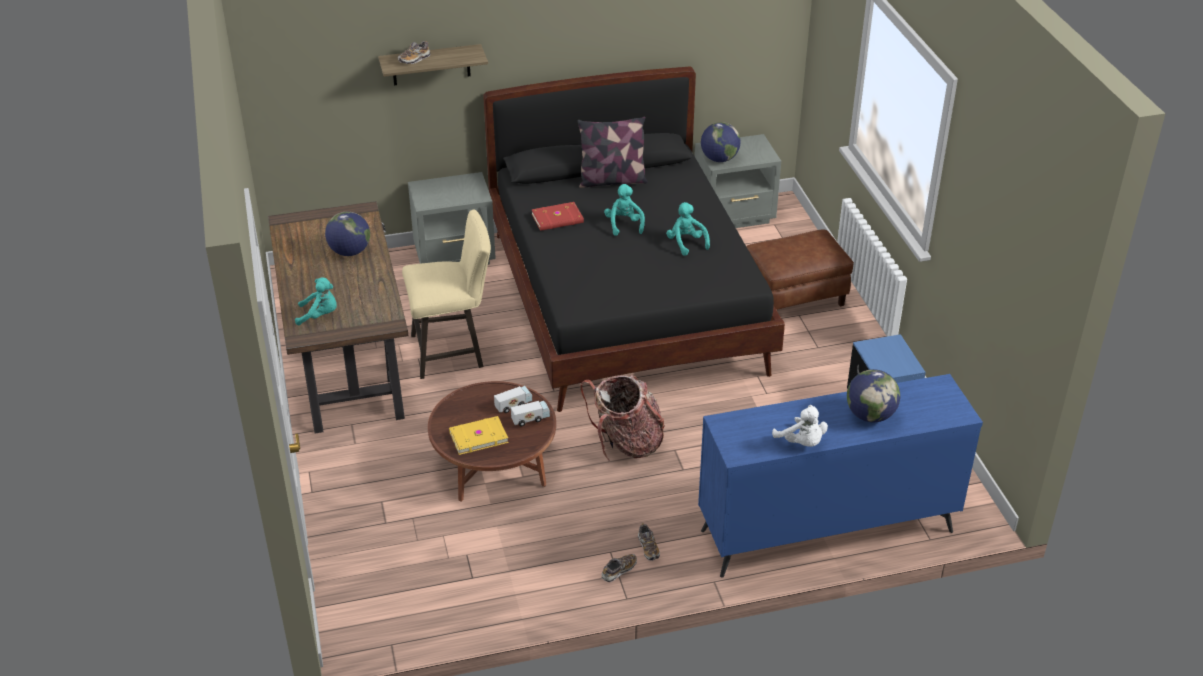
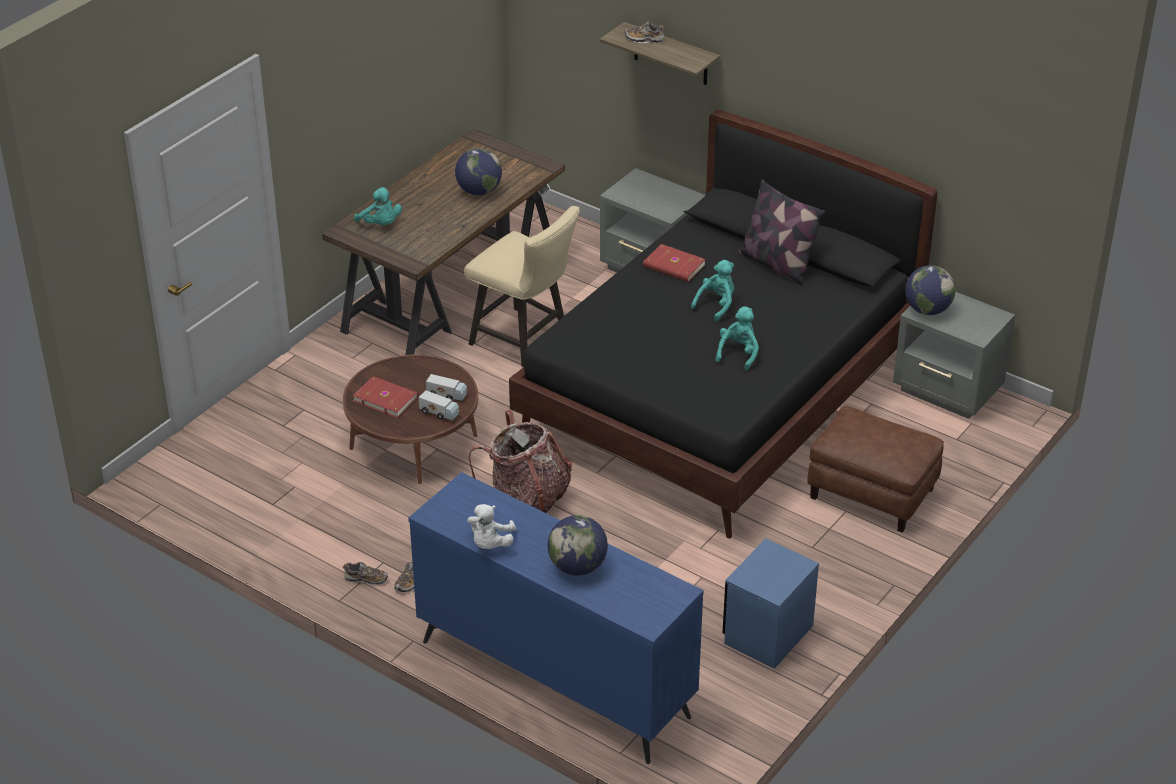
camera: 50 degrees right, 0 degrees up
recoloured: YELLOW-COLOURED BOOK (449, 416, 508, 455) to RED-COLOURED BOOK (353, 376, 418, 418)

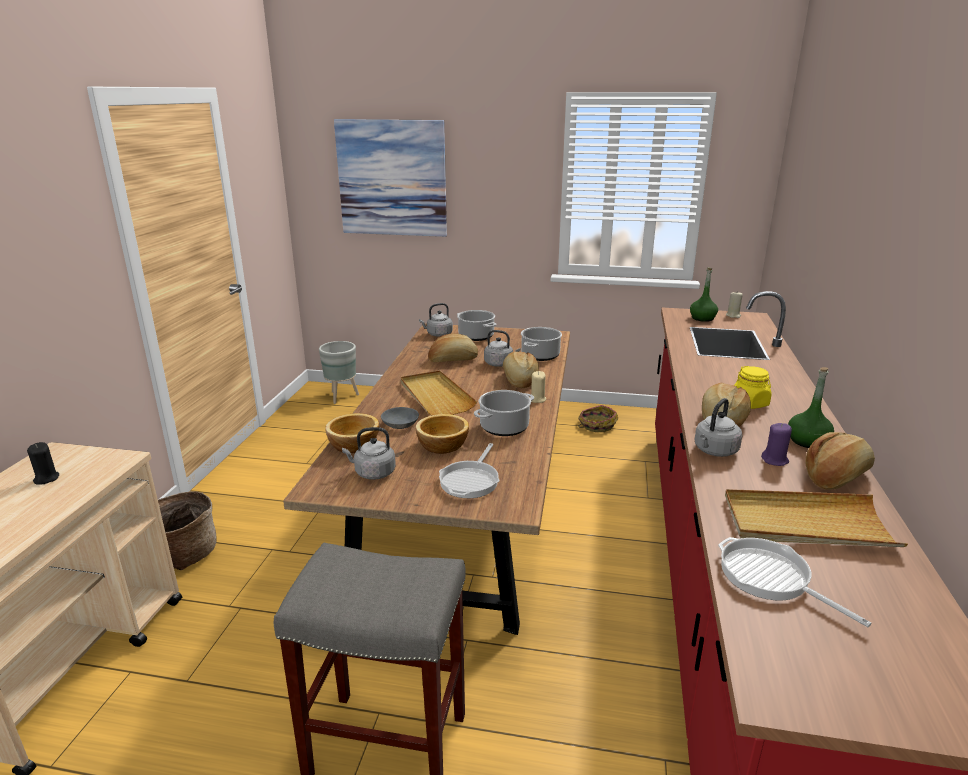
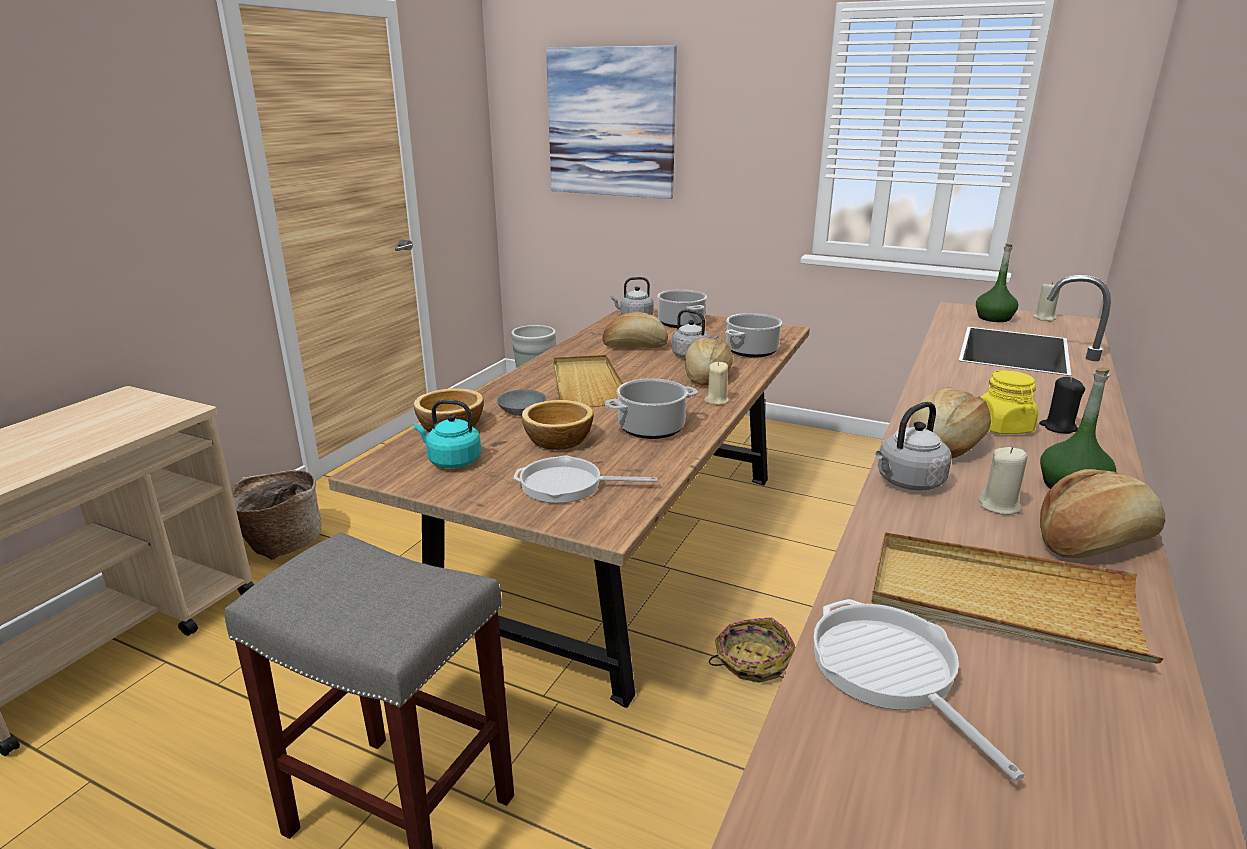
camera: 15 degrees right, 0 degrees up
moved: HOUSEHOLD BASKET (578, 405, 618, 432) to (709, 617, 796, 683); BLACKISH WAX CANDLE (27, 442, 59, 485) to (1039, 377, 1085, 434)
recoloured: PURPLE WAX CANDLE (761, 423, 792, 466) to BEIGE WAX CANDLE (979, 447, 1027, 515); GRAY WATER KETTLE (342, 427, 396, 480) to TURQUOISE-COLOURED WATER KETTLE (414, 400, 481, 468)
turned: FRYING PAN (439, 443, 499, 498) = (513, 455, 658, 503) 60 degrees clockwise

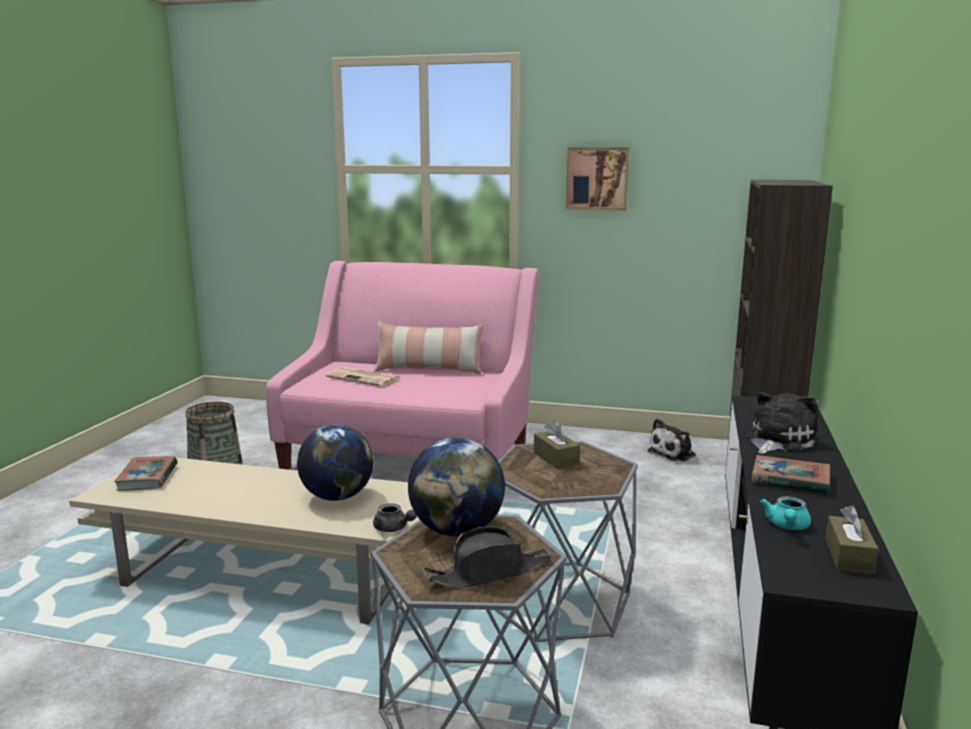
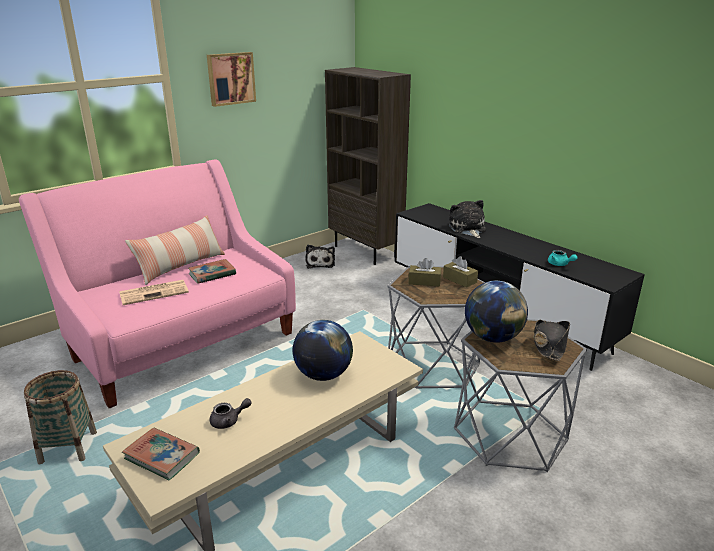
camera: 55 degrees left, 10 degrees up
moved: BOOK (751, 455, 830, 494) to (188, 259, 236, 284); GRAY TEA POT (373, 503, 417, 532) to (210, 398, 252, 429); BROWN-COLOURED TISSUE BOX (825, 506, 879, 575) to (443, 256, 478, 288)

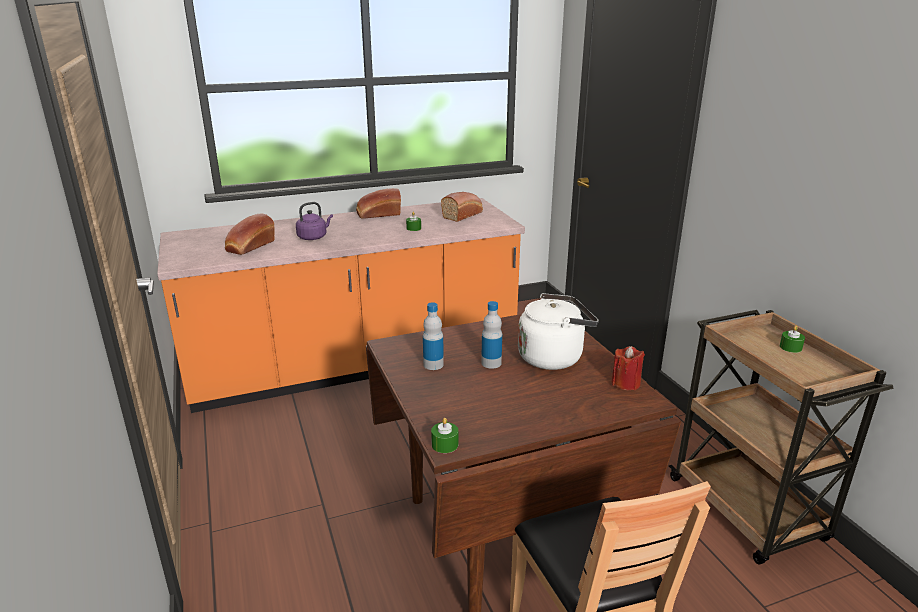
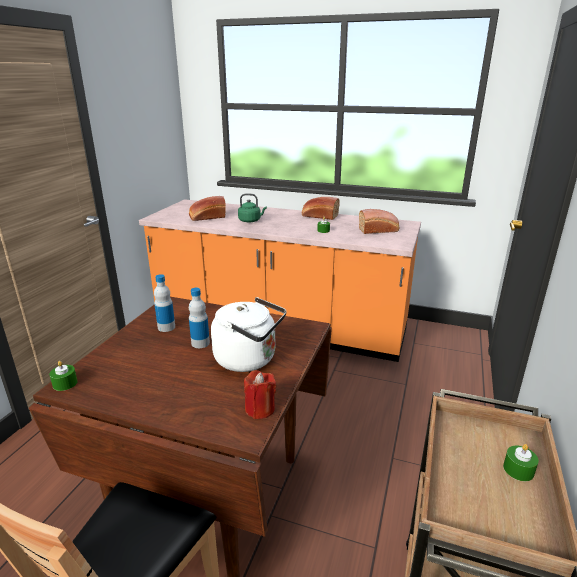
camera: 40 degrees right, 0 degrees up
recoloured: PURPLE WATER KETTLE (296, 202, 333, 240) to GREEN WATER KETTLE (238, 193, 267, 223)

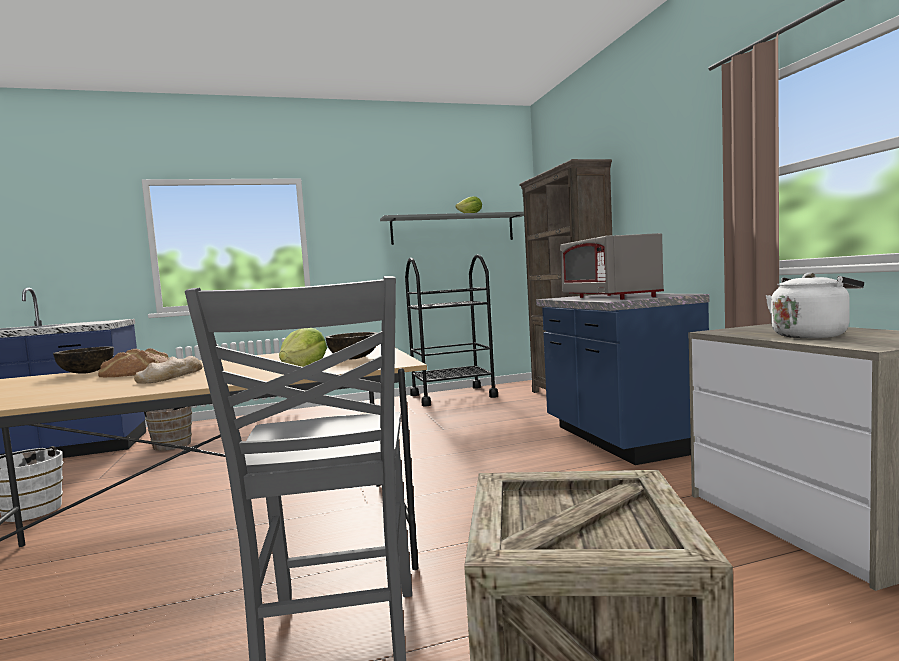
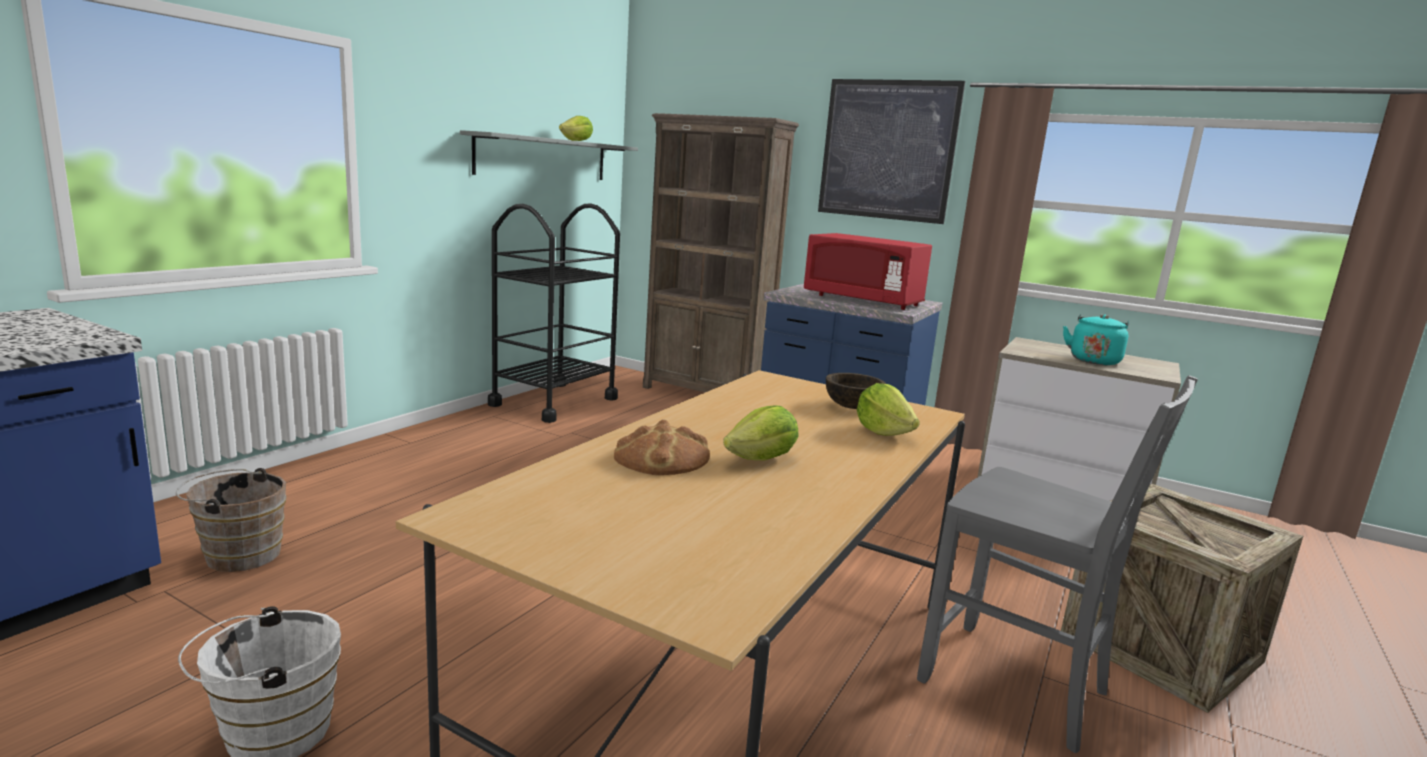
camera: 45 degrees left, 10 degrees up
removed: BROWN-COLOURED SERVING BOWL (53, 346, 114, 374)
added: PICTURE (818, 79, 965, 224)
replaced: BAKED BREAD (134, 356, 203, 384) to HEAD OF LETTUCE (723, 405, 798, 460)
recoloured: GRAY MICROWAVE (560, 233, 664, 300) to RED-COLOURED MICROWAVE (804, 233, 932, 310); WHITE WATER KETTLE (766, 273, 864, 338) to TURQUOISE-COLOURED WATER KETTLE (1063, 314, 1129, 365)

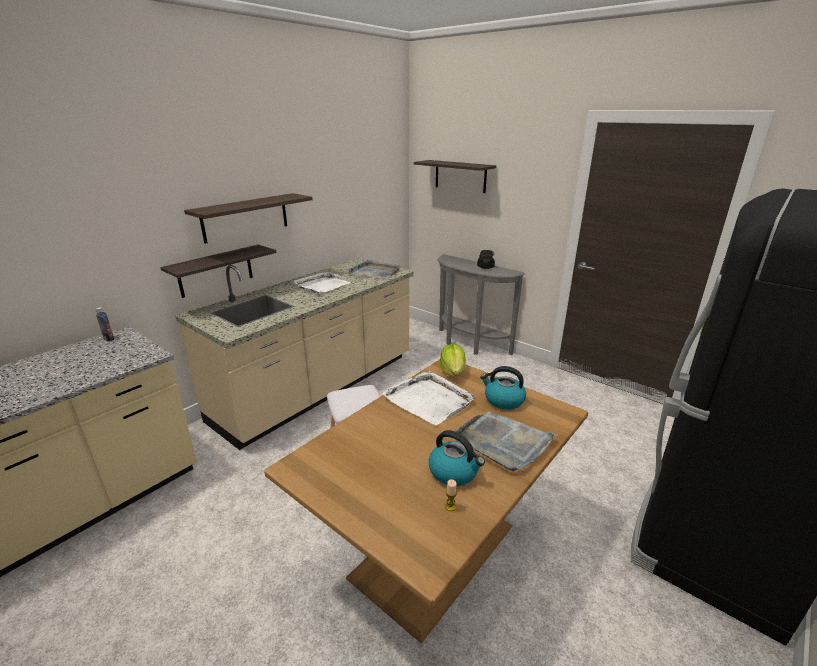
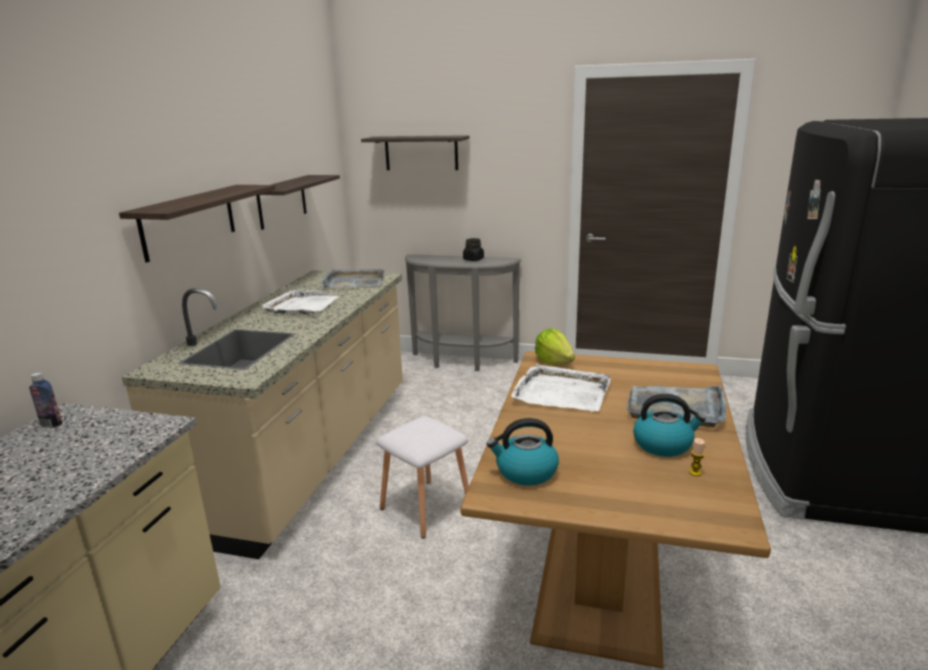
camera: 25 degrees left, 5 degrees down
moved: SHELF (160, 245, 277, 298) to (256, 175, 340, 230); WATER KETTLE (480, 366, 526, 410) to (487, 418, 559, 485)

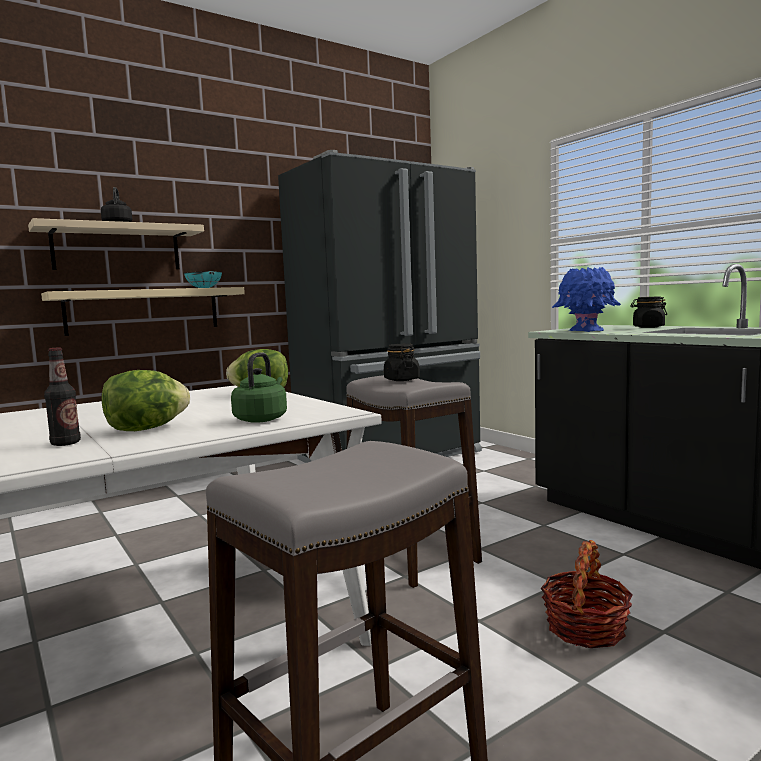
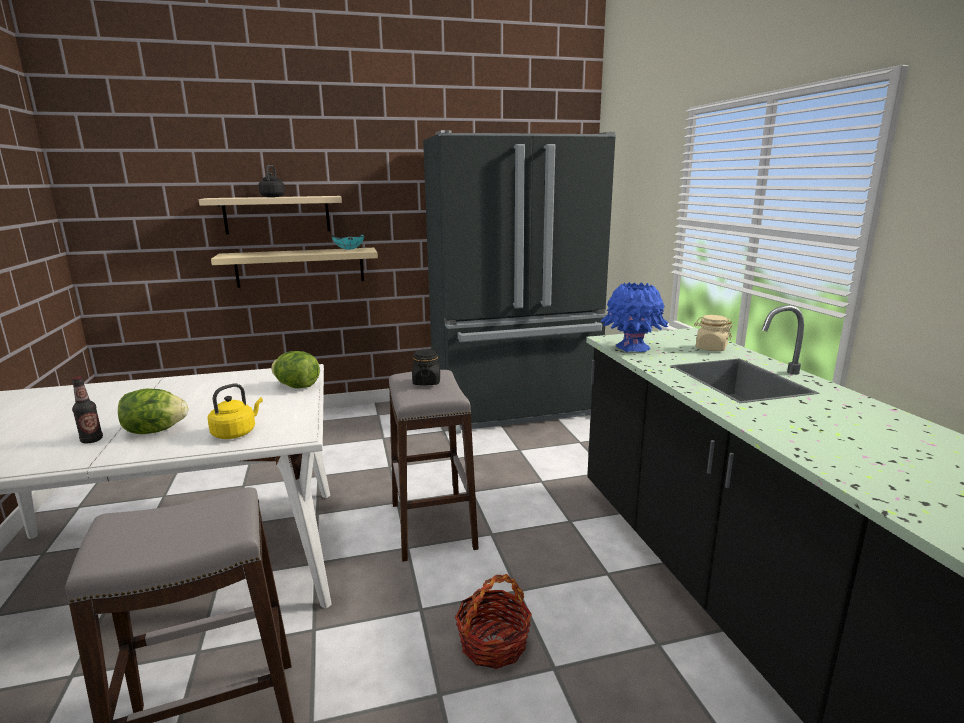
camera: 20 degrees right, 10 degrees up
recoloured: BLACKISH STORAGE JAR (630, 296, 667, 328) to BEIGE STORAGE JAR (694, 315, 732, 351); GREEN WATER KETTLE (231, 352, 287, 423) to YELLOW-COLOURED WATER KETTLE (207, 383, 263, 439)

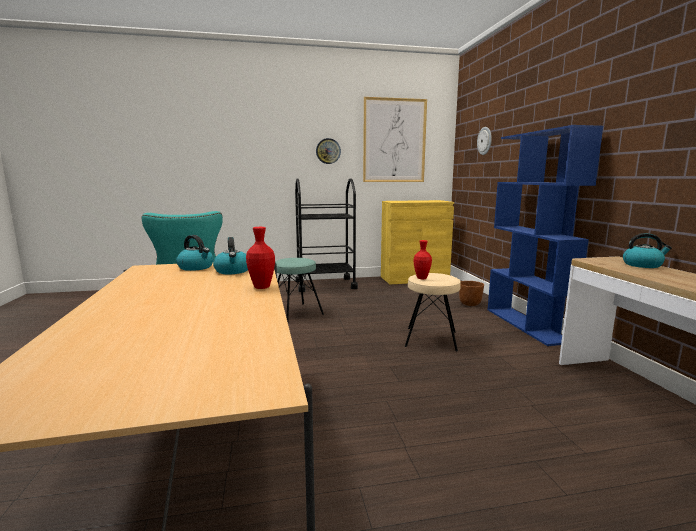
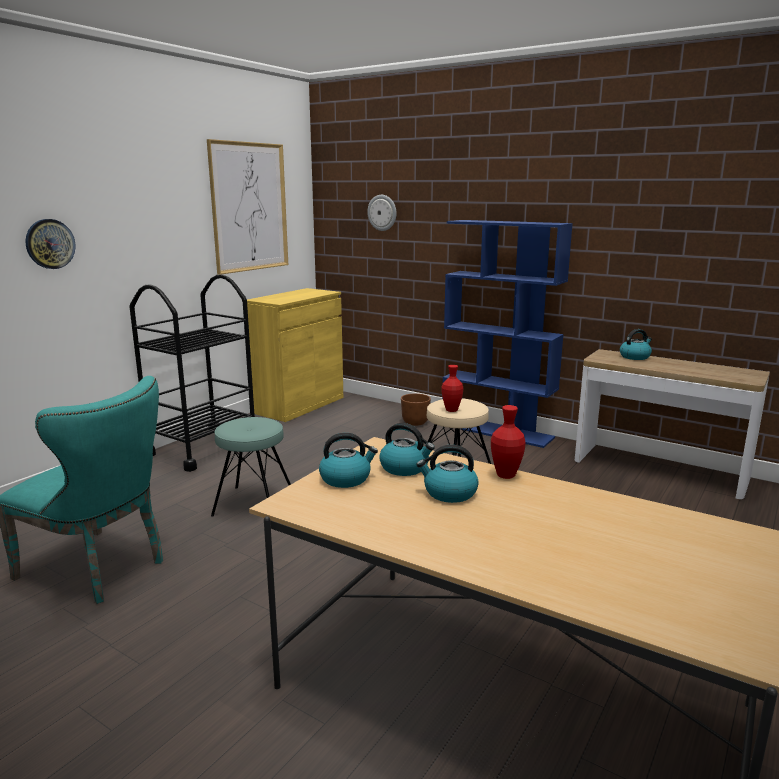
camera: 45 degrees left, 5 degrees up
added: WATER KETTLE (416, 445, 479, 503)
moved: HANGING CLOCK (316, 138, 341, 164) to (25, 219, 76, 269)

